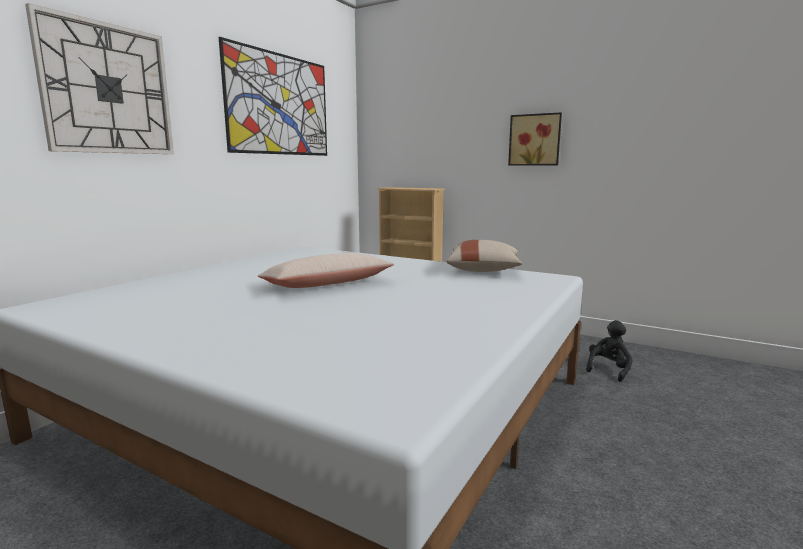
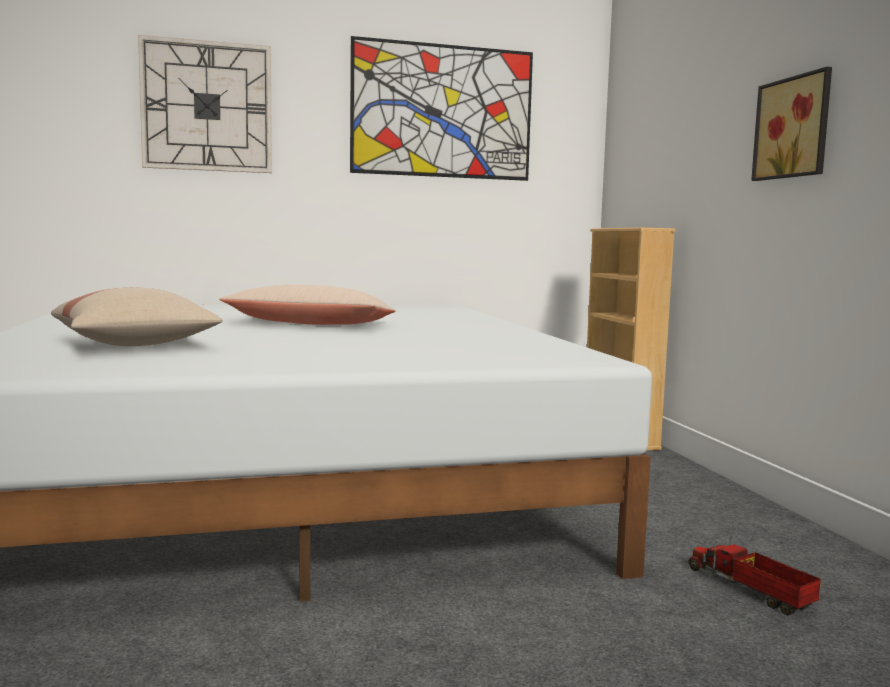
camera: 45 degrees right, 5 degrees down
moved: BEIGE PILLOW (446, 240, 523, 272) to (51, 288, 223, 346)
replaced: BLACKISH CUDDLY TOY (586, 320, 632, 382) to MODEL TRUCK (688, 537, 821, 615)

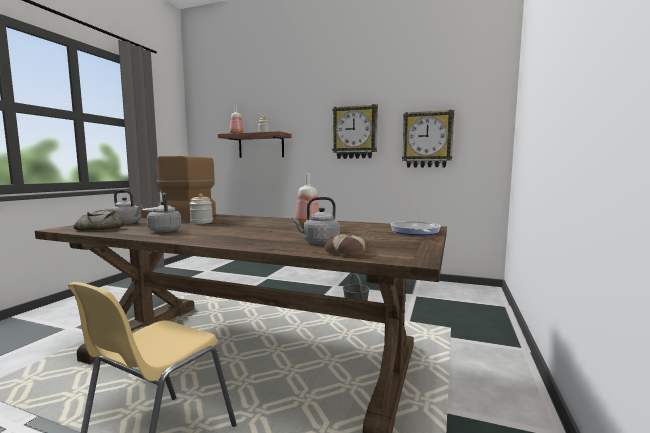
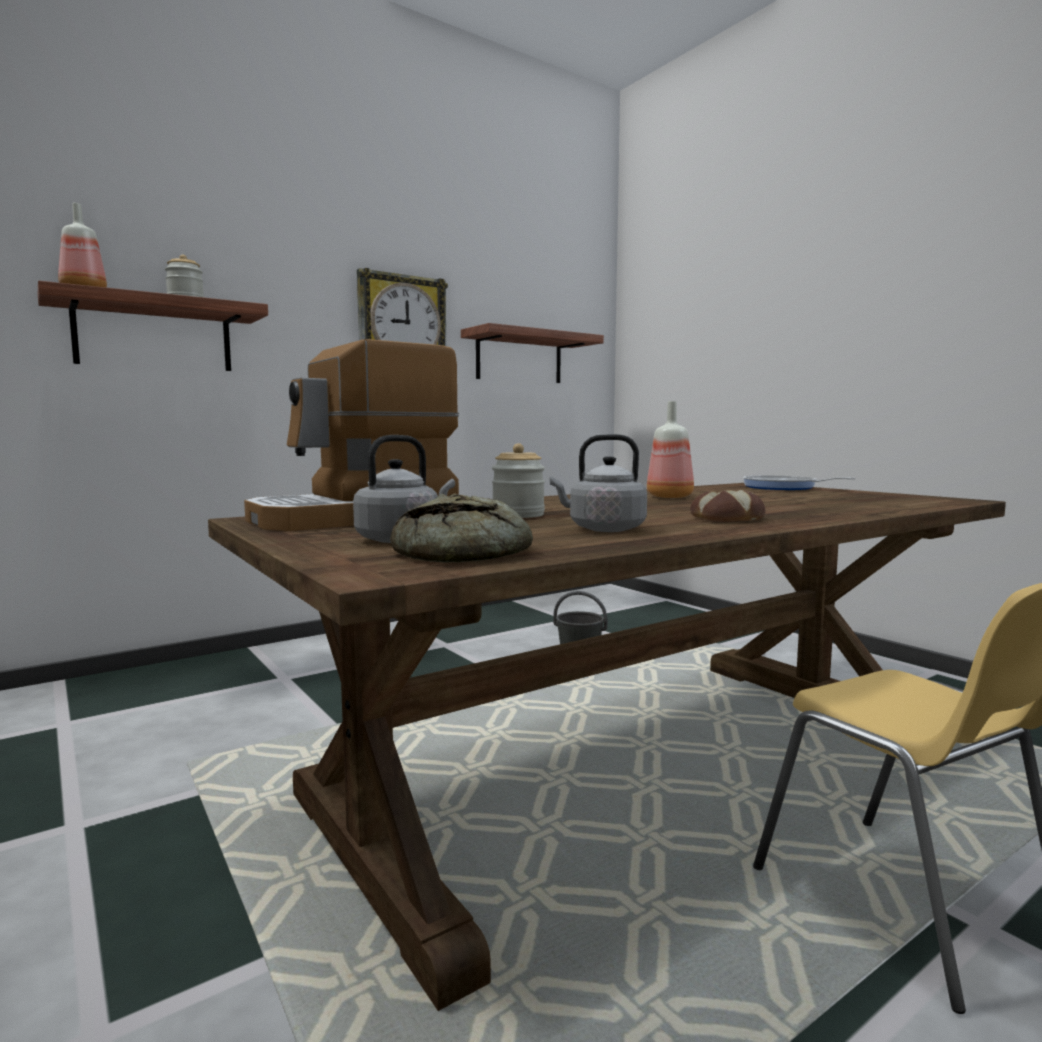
camera: 55 degrees left, 0 degrees up
removed: GRAY WATER KETTLE (292, 197, 340, 245)
moved: BAKED BREAD (325, 234, 368, 256) to (690, 490, 765, 522)
replaced: HANGING CLOCK (402, 110, 454, 167) to SHELF (461, 323, 604, 383)

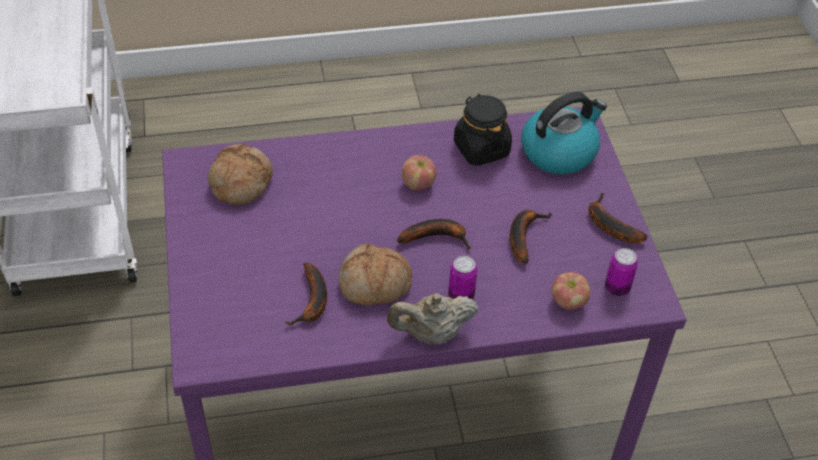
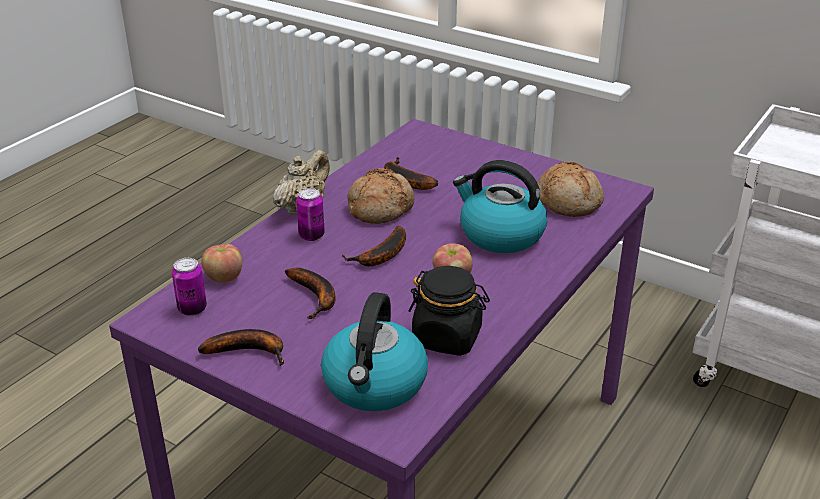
camera: 135 degrees right, 15 degrees down
added: WATER KETTLE (453, 160, 547, 253)

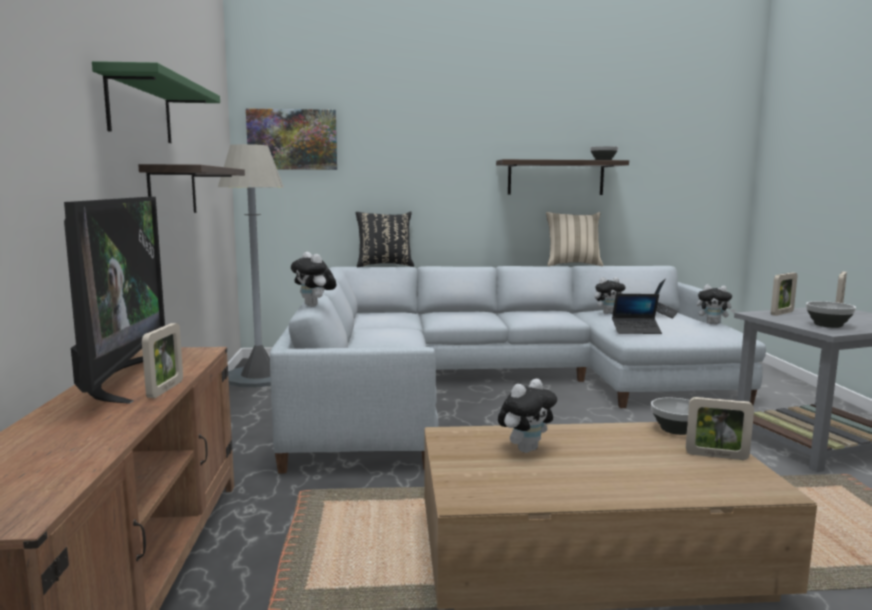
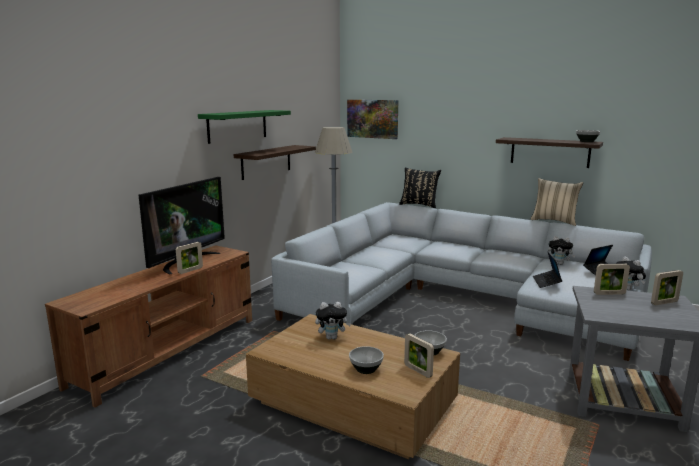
camera: 35 degrees right, 5 degrees up
removed: CUDDLY TOY (291, 252, 337, 307)
moved: SERVING BOWL (806, 301, 856, 328) to (349, 346, 384, 374)
turned: LAPTOP (612, 294, 662, 334) = (533, 252, 562, 288) 60 degrees clockwise

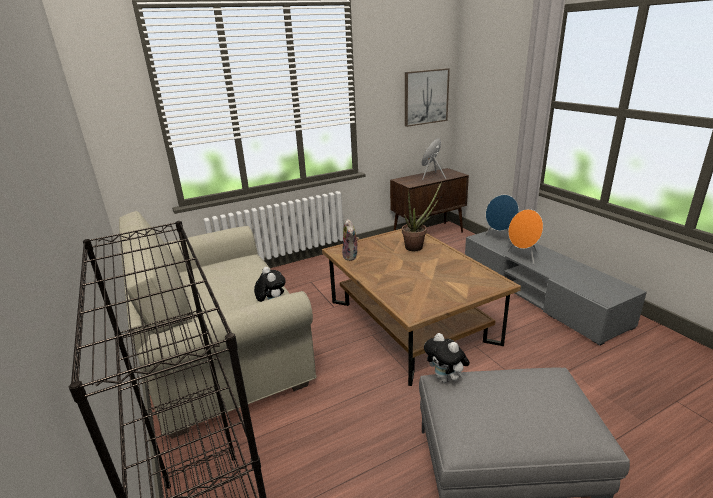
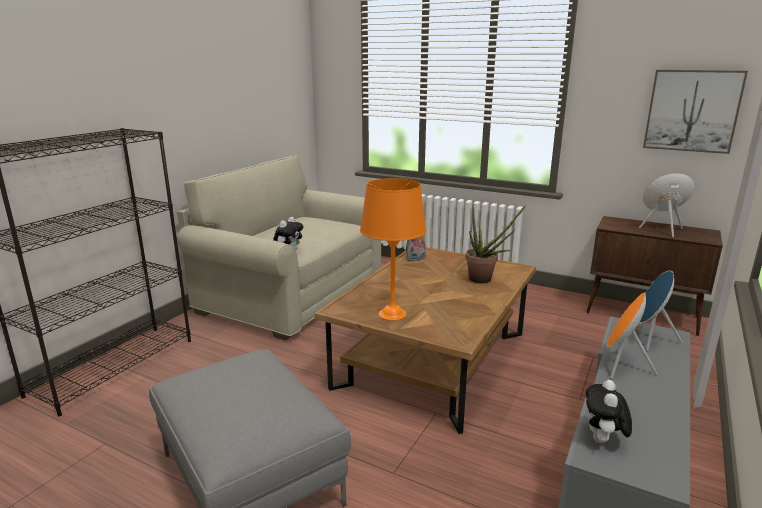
camera: 55 degrees right, 5 degrees down
added: ORANGE TABLE LAMP (360, 178, 427, 321)
moved: CUDDLY TOY (424, 333, 470, 383) to (586, 380, 632, 443)

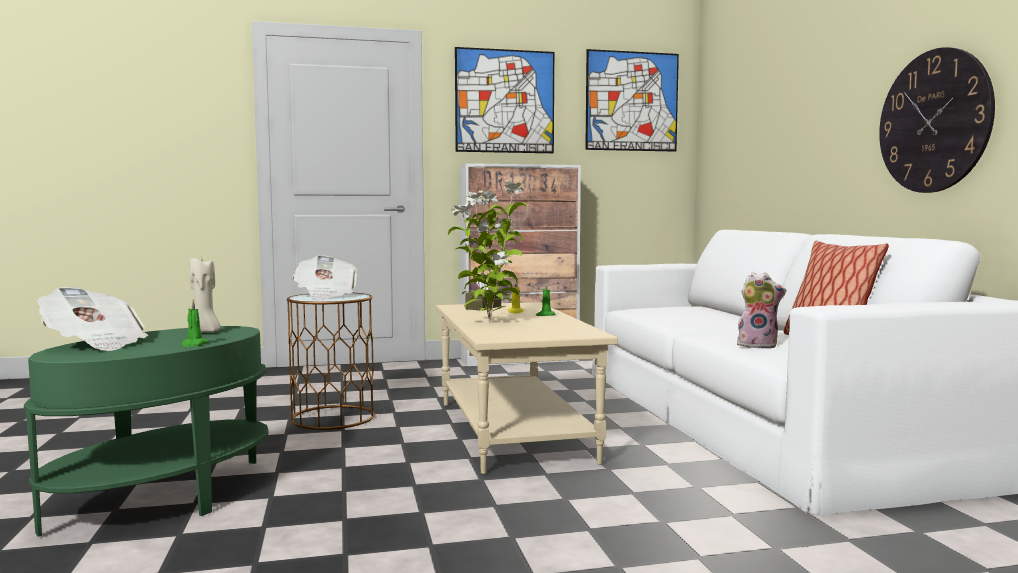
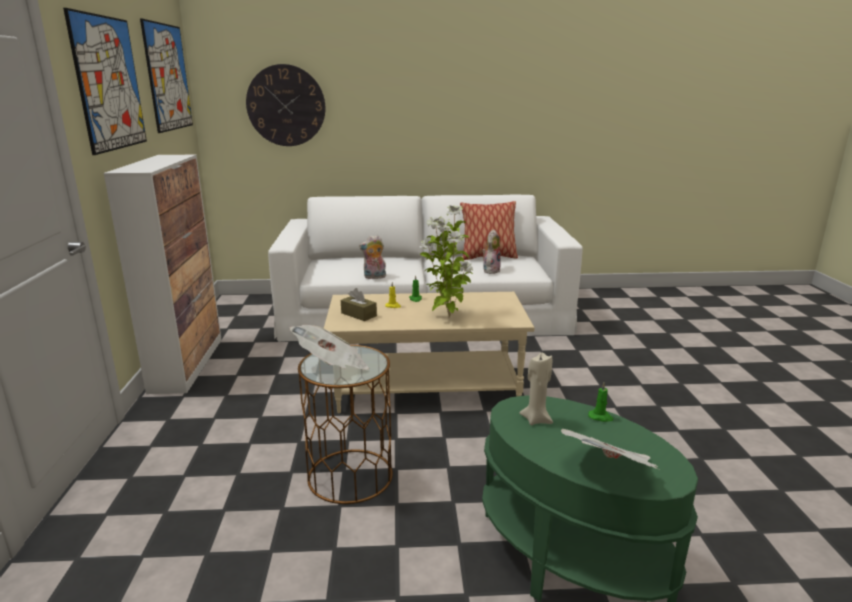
camera: 80 degrees left, 15 degrees up
added: CUDDLY TOY (359, 235, 386, 279)
moved: HANGING CLOCK (879, 47, 995, 193) to (246, 64, 325, 146)

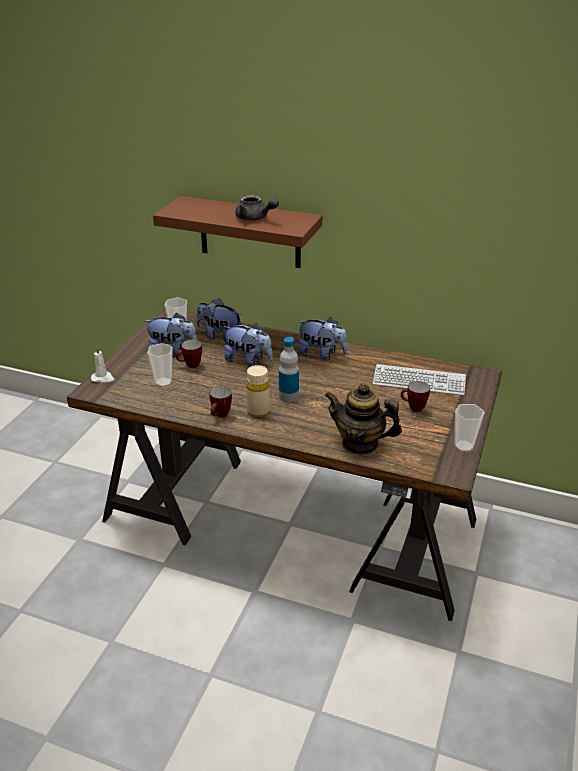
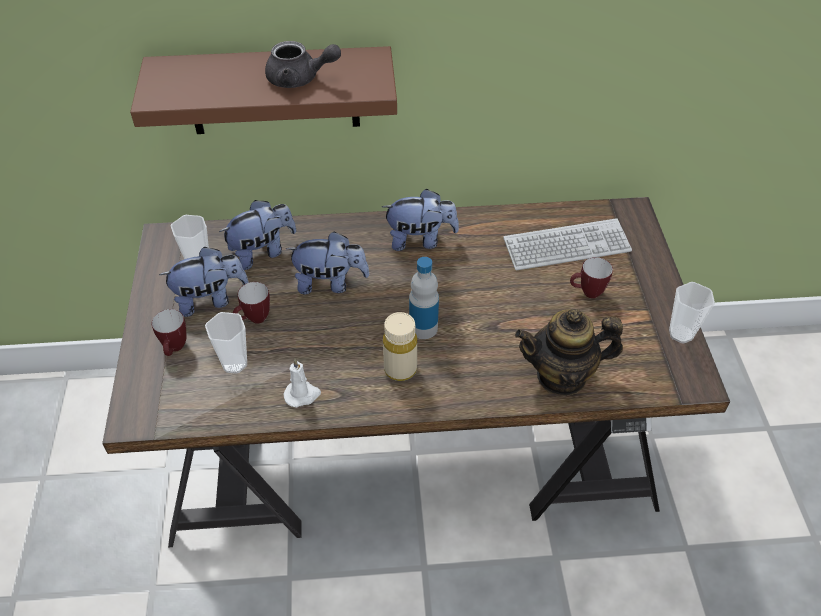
camera: 25 degrees left, 15 degrees up
moved: WHITE WAX CANDLE (91, 346, 114, 383) to (284, 359, 321, 408); MUG (209, 386, 232, 418) to (152, 309, 187, 356)
turned: CUDDLY TOY (197, 298, 242, 344) = (219, 200, 296, 270) 150 degrees clockwise

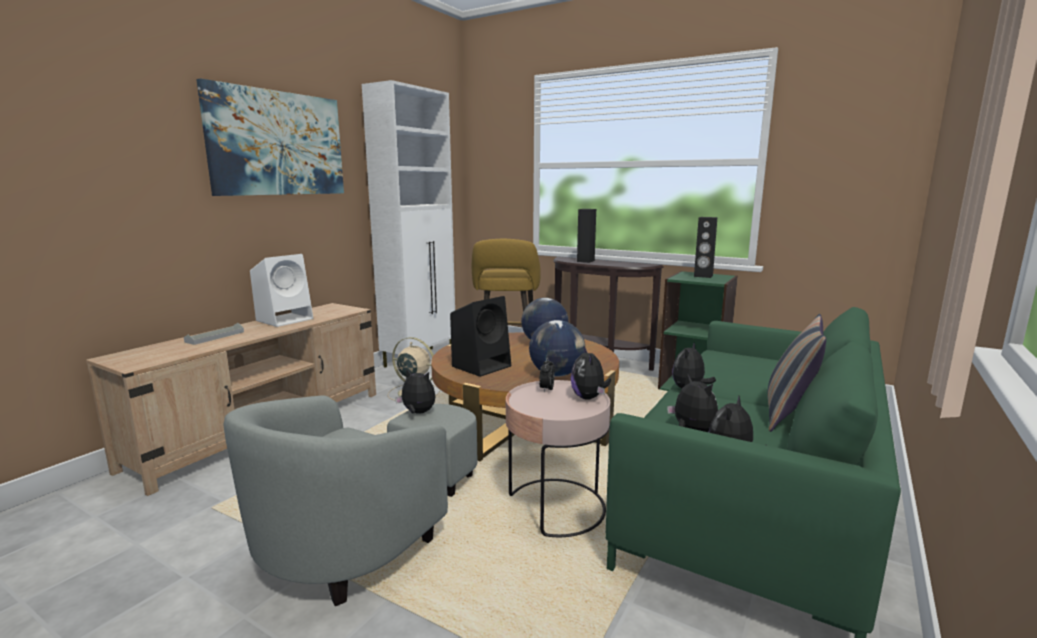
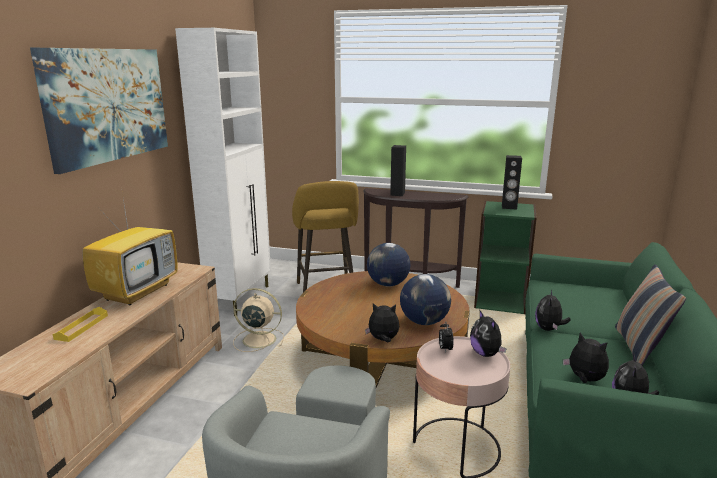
camera: 15 degrees left, 5 degrees up
removed: BLACKISH AUDIO SPEAKER (450, 296, 511, 377)
moved: CUDDLY TOY (395, 369, 436, 414) to (365, 303, 399, 342)
replaced: WHITE AUDIO SPEAKER (250, 254, 313, 327) to TV SET (82, 193, 178, 306)
recoloured: GRAY CARRYING TRAY (184, 323, 244, 345) to YELLOW-COLOURED CARRYING TRAY (52, 307, 108, 342)

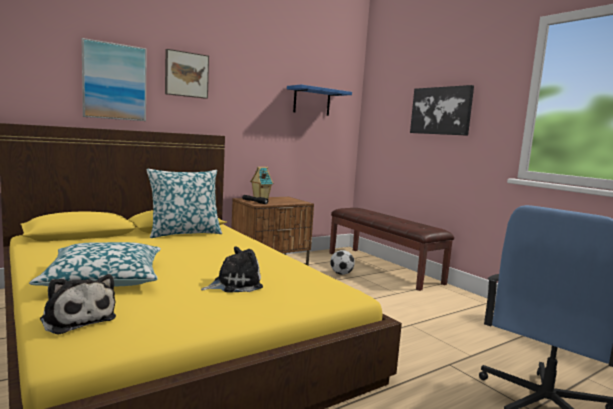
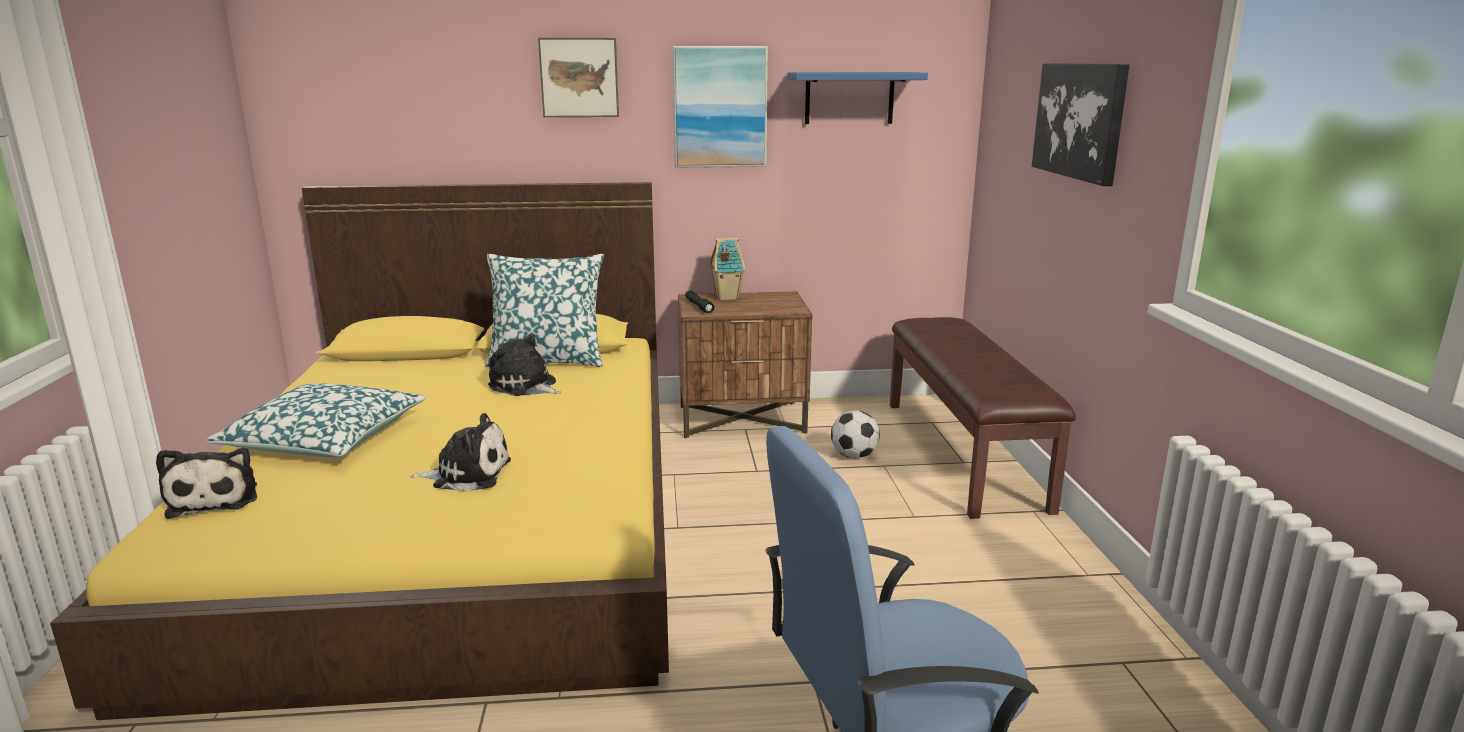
camera: 30 degrees right, 10 degrees up
added: CUDDLY TOY (488, 334, 561, 396)
moved: PICTURE (82, 38, 147, 121) to (672, 46, 768, 168)

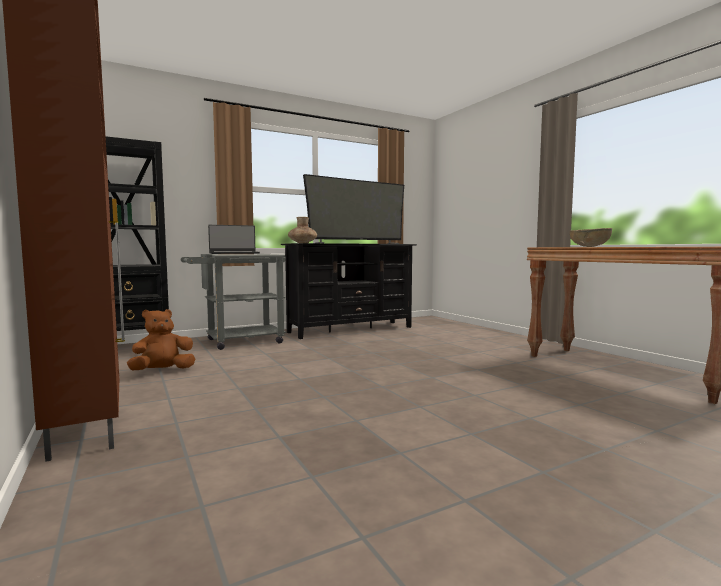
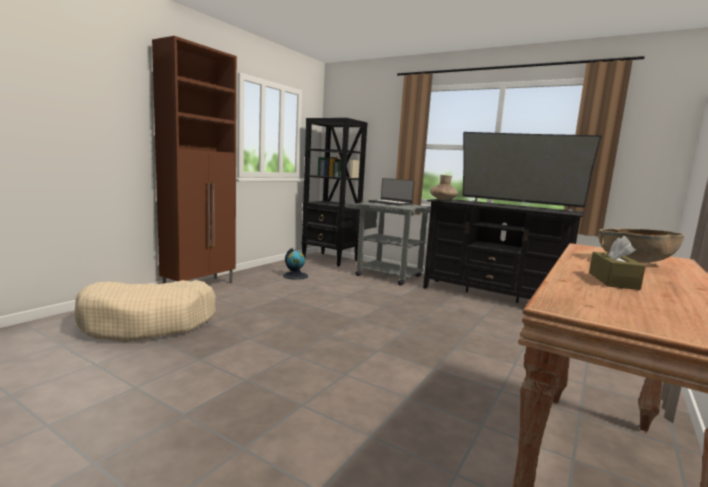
camera: 60 degrees right, 5 degrees up
added: BROWN-COLOURED TISSUE BOX (589, 236, 646, 290); BEIGE DOG BED (74, 280, 216, 342)
replaced: BROWN-COLOURED CUDDLY TOY (127, 309, 195, 370) to GLOBE (283, 248, 308, 280)

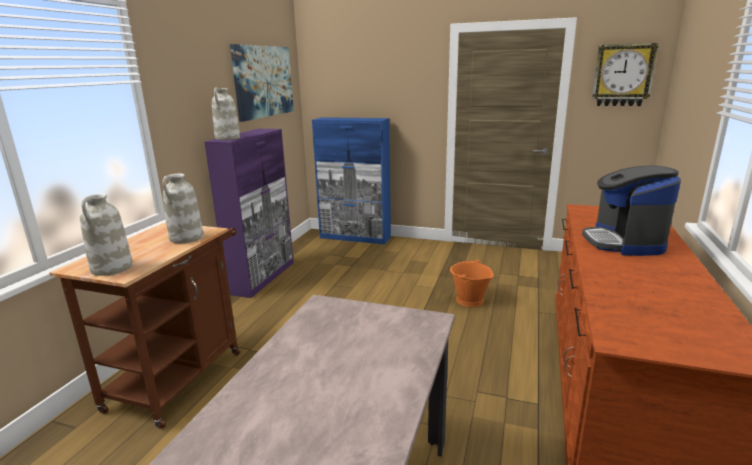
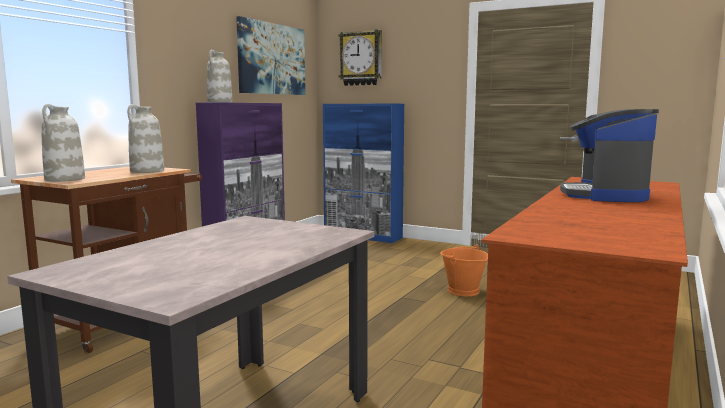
camera: 10 degrees right, 10 degrees down
moved: HANGING CLOCK (592, 43, 659, 106) to (339, 30, 382, 86)

